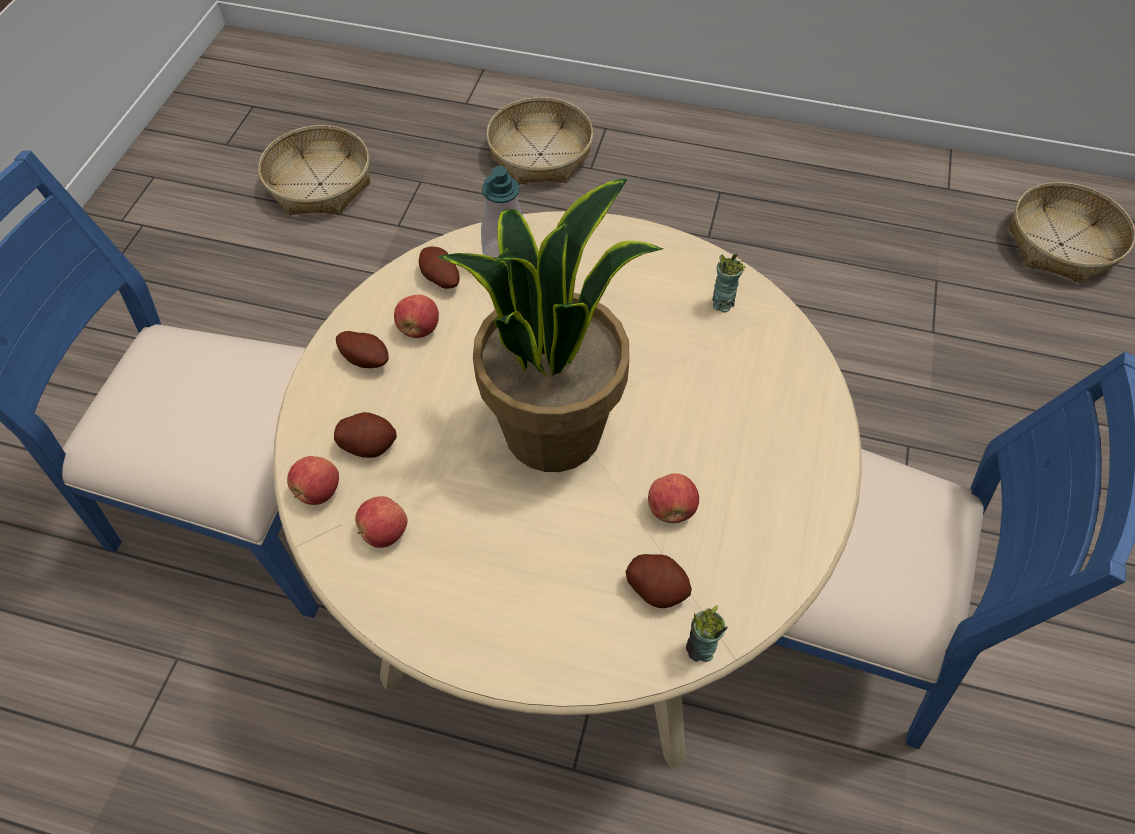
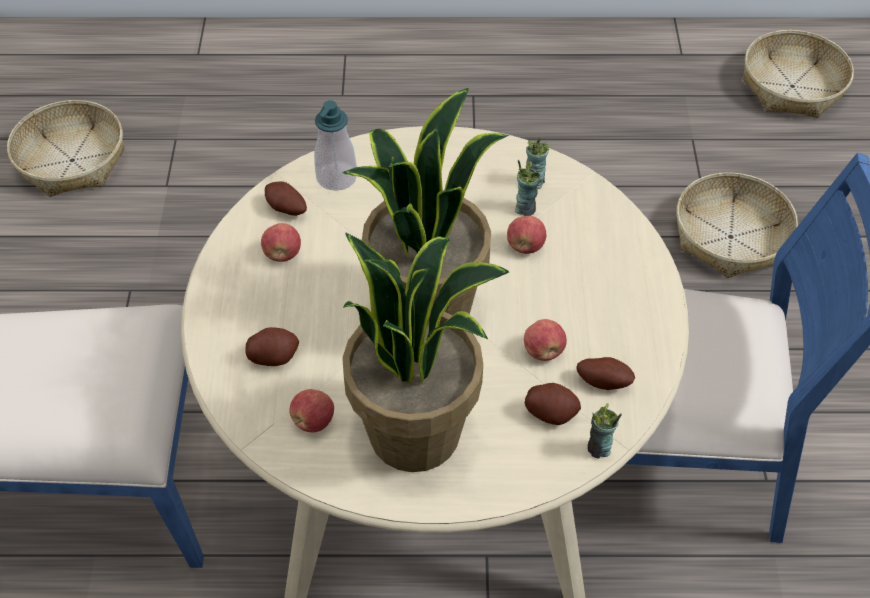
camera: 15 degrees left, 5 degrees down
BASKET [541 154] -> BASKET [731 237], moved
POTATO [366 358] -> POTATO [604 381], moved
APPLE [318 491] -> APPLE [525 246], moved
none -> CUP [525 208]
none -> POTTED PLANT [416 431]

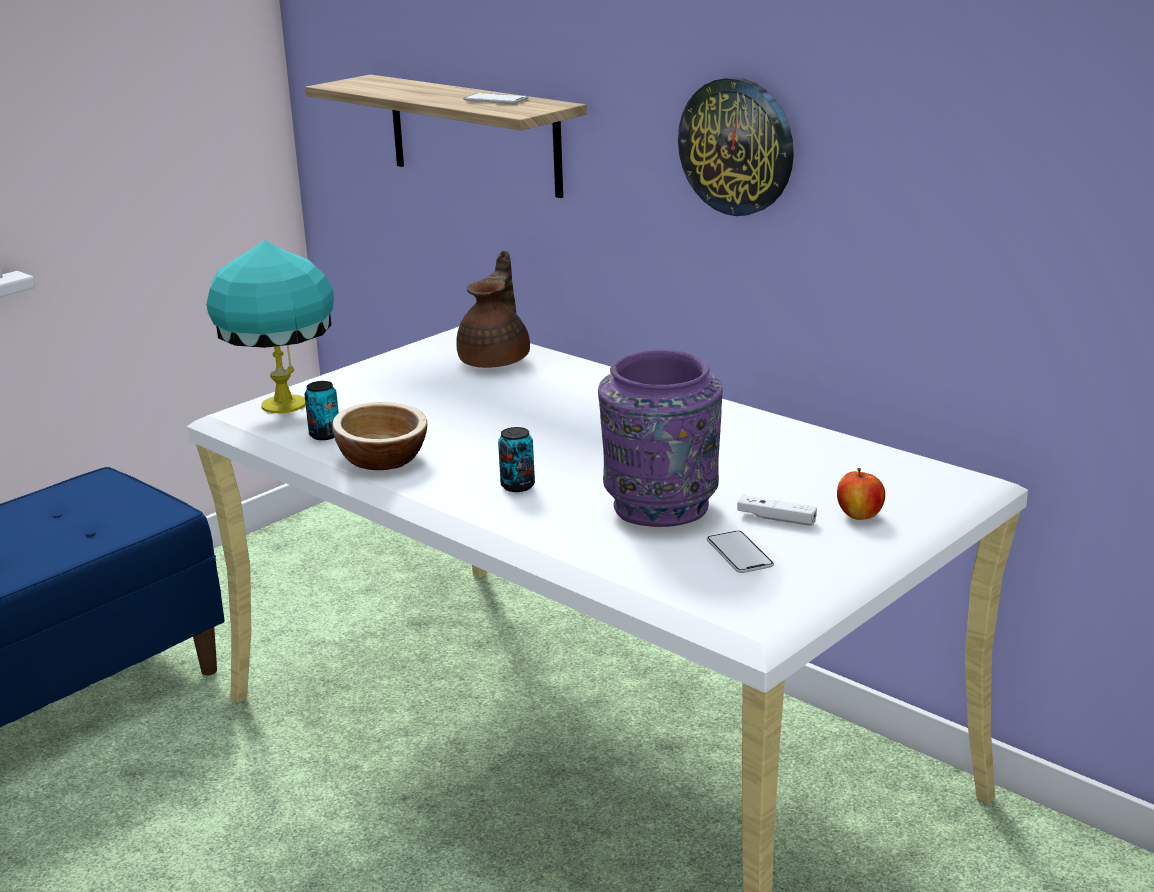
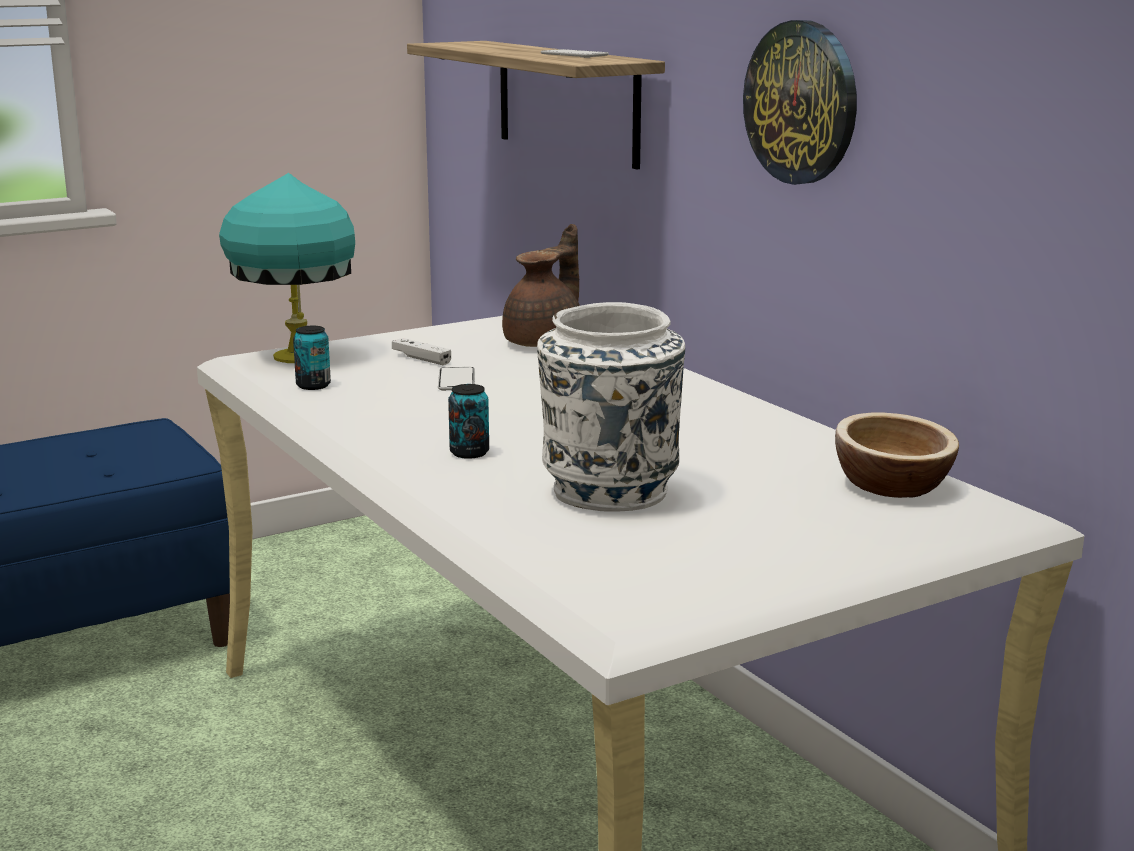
camera: 15 degrees right, 5 degrees down
PURPLE VASE [661 508] -> WHITE VASE [610 493]
BOWL [382 459] -> BOWL [892 485], moved
APPLE [860 515] -> none
WHITE GAME CONTROLLER [776 519] -> WHITE GAME CONTROLLER [421 359], moved
PHONE [739 553] -> PHONE [456 380], moved

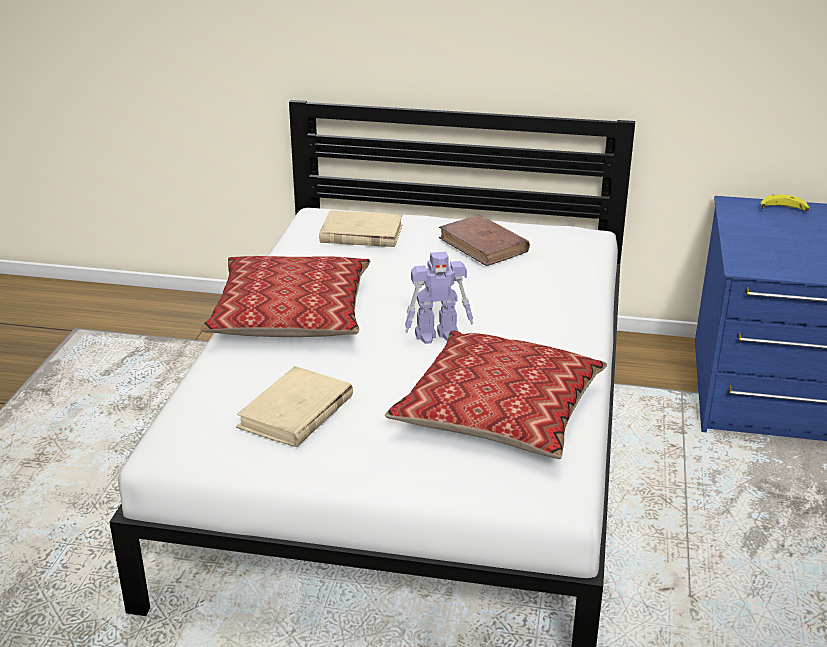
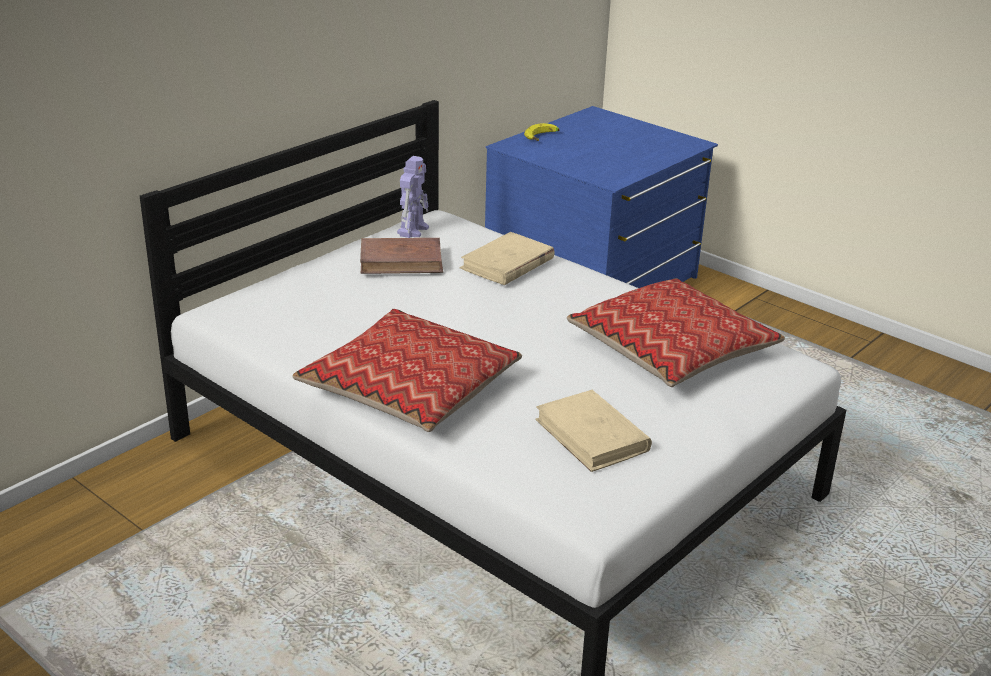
camera: 60 degrees left, 0 degrees up
BEIGE BOOK [361 234] -> BEIGE BOOK [507 264], moved
TOY ROBOT [438 335] -> TOY ROBOT [413 230], moved

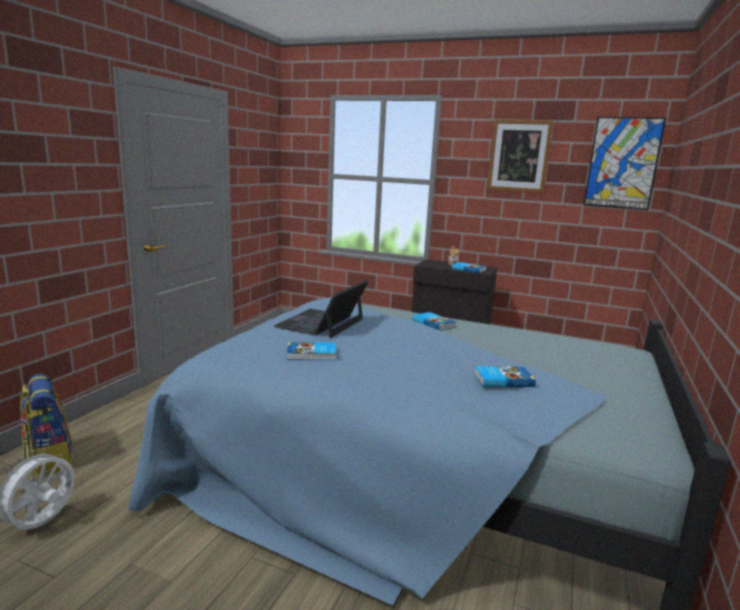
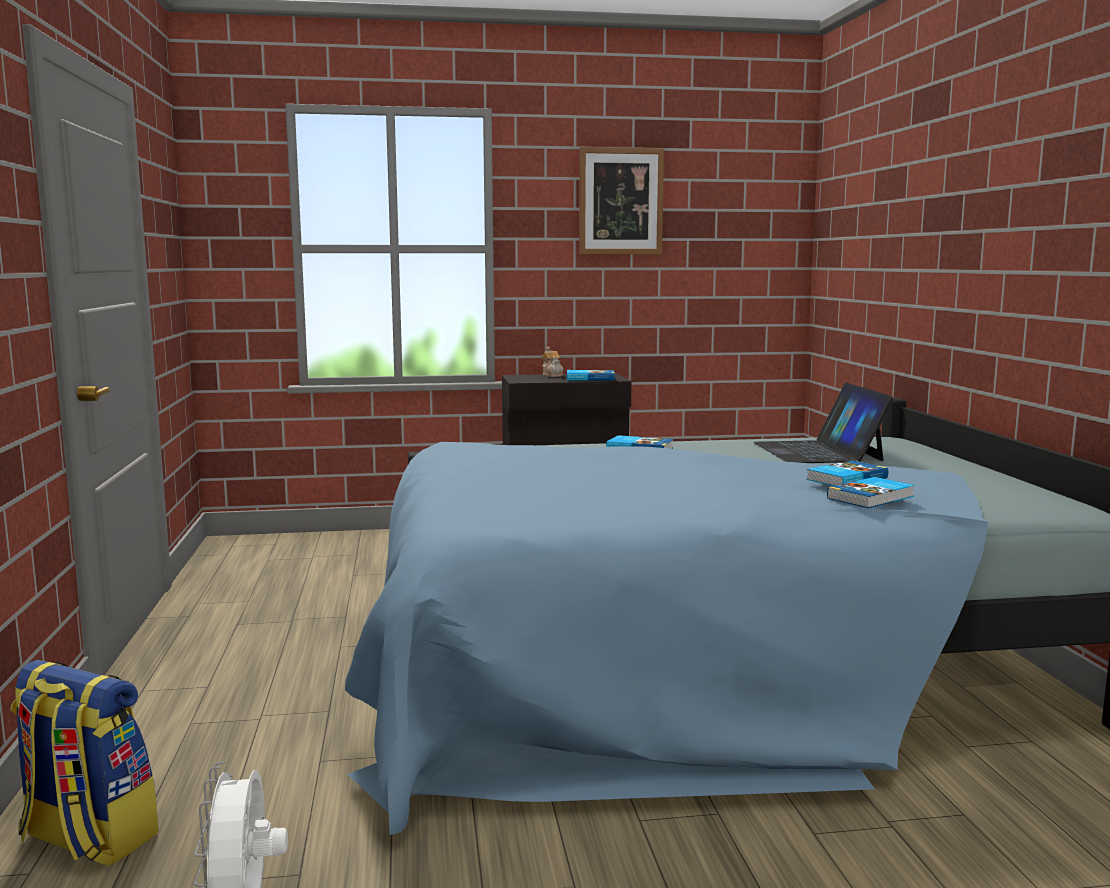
camera: 30 degrees left, 5 degrees down
PICTURE [622 163] -> none
LAPTOP [321 323] -> LAPTOP [818 452], moved
BOOK [312 354] -> BOOK [872 497], moved

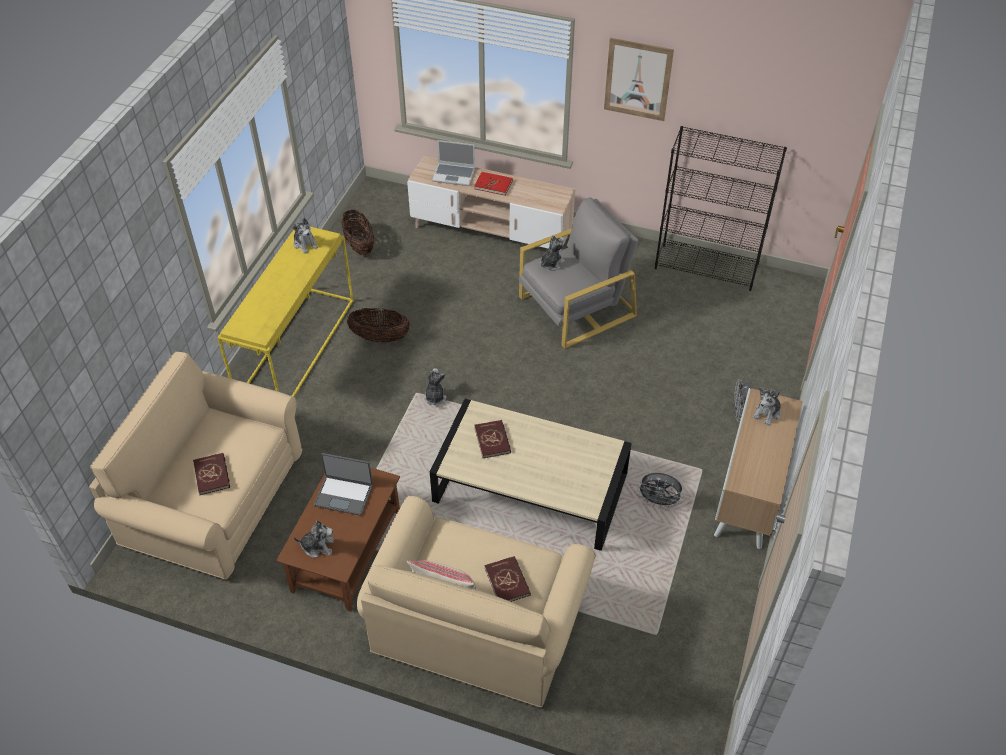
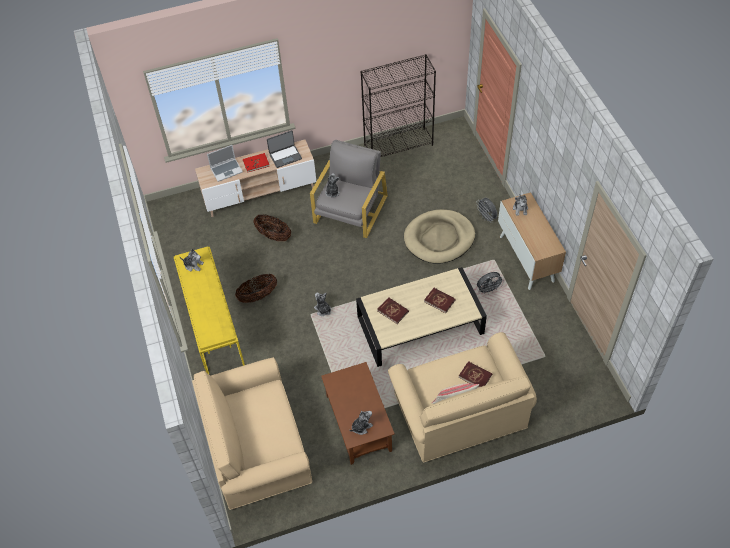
camera: 35 degrees left, 5 degrees up
PICTURE [637 79] -> none
BASKET [359 245] -> BASKET [273 236], moved
RED BOOK [212 475] -> RED BOOK [439 301], moved
LAPTOP [344 495] -> LAPTOP [285 156], moved
none -> BEIGE DOG BED [439 238]

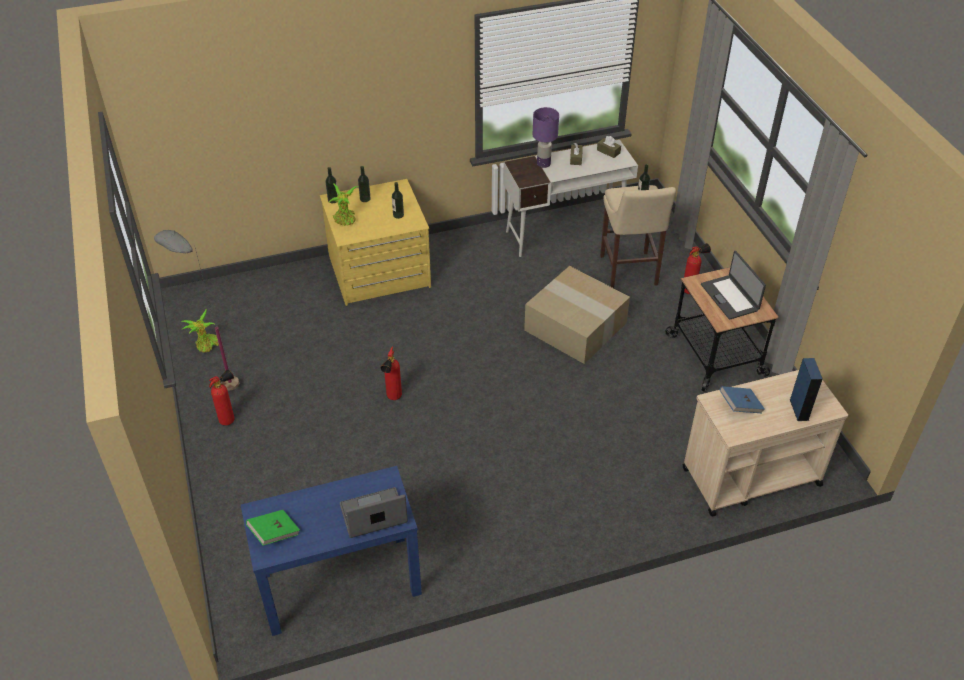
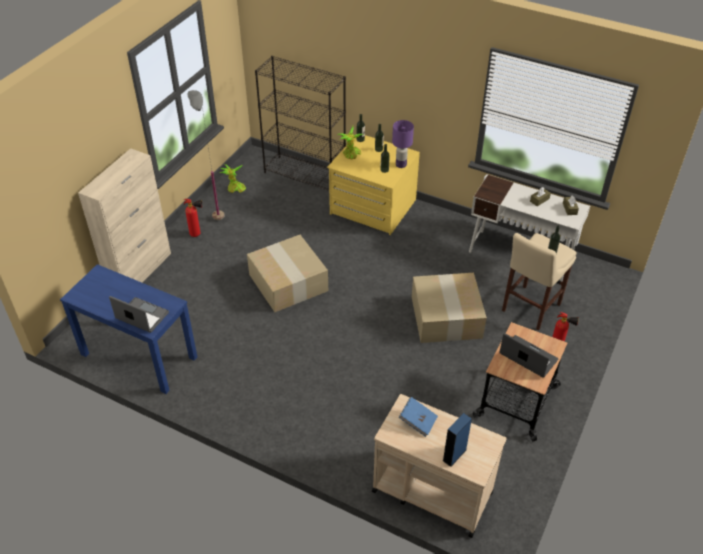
camera: 45 degrees right, 0 degrees up
PURPLE TABLE LAMP [543 163] -> PURPLE TABLE LAMP [401 164], moved
LAPTOP [730 297] -> LAPTOP [528 357], 105 degrees clockwise
FIRE EXTINGUISHER [393 399] -> CARDBOARD BOX [287 282]
GREEN BOOK [274 533] -> none
none -> BLACK BOOKCASE [305 175]
none -> BEIGE CABINET [140 271]

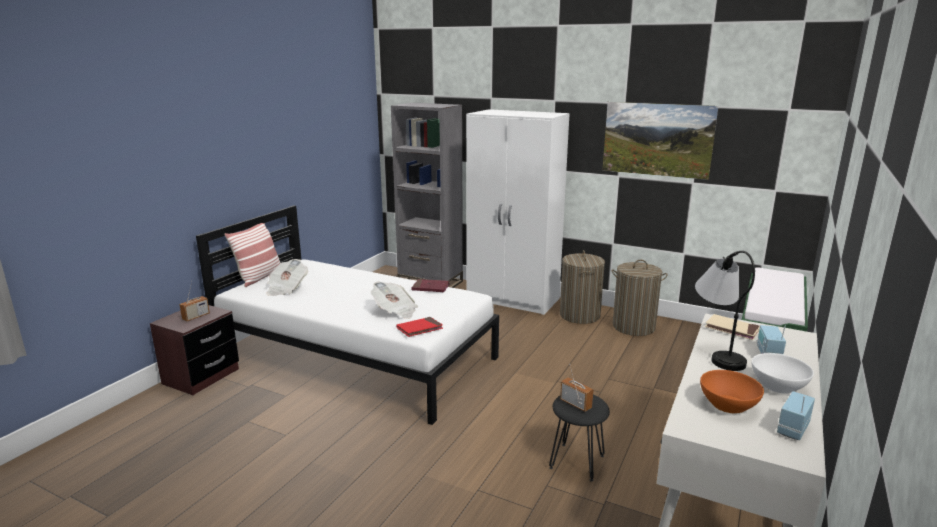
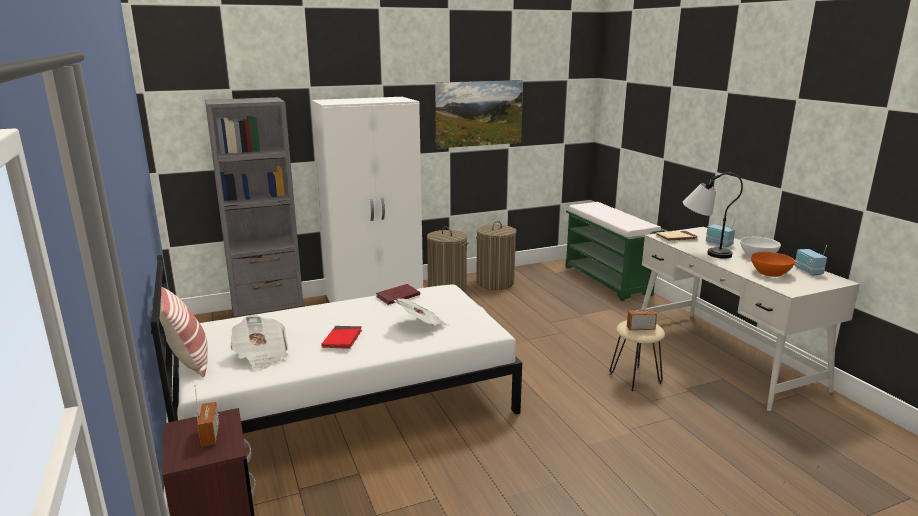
camera: 50 degrees left, 0 degrees up
RED BOOK [419 329] -> RED BOOK [342 339], moved
BLACK STOOL [577 461] -> BEIGE STOOL [635 378]

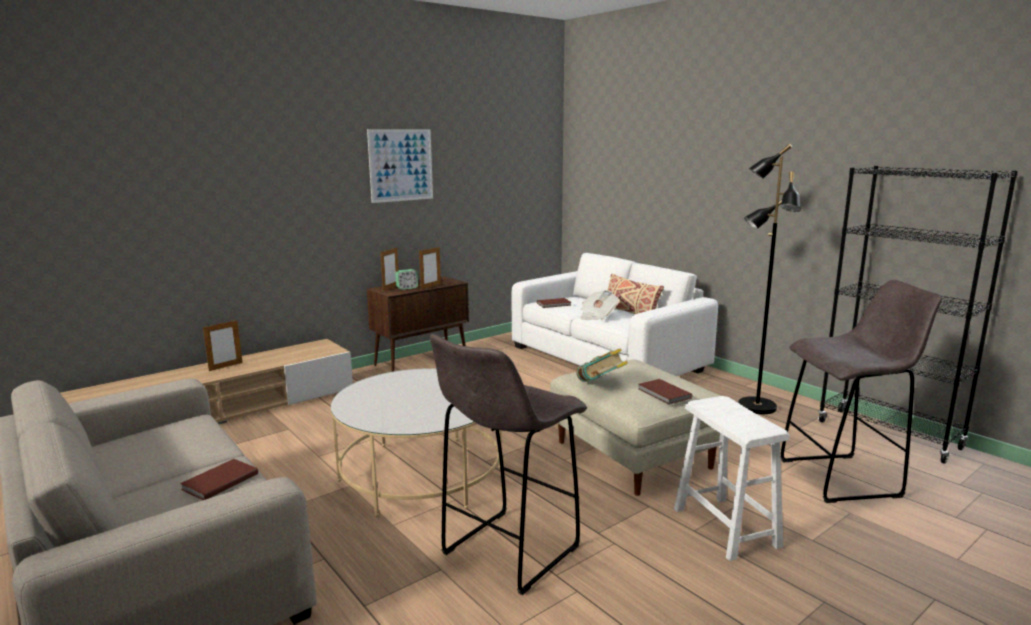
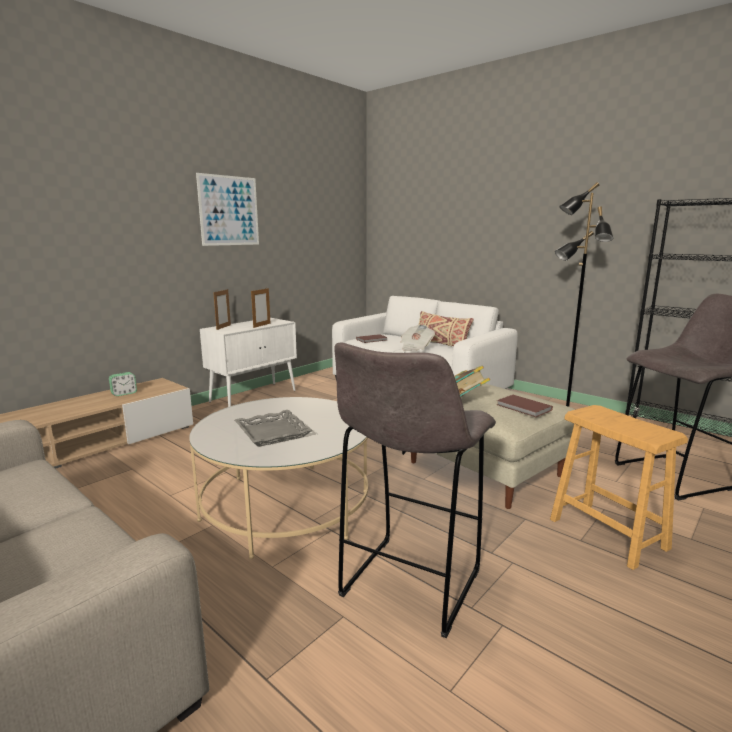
camera: 10 degrees left, 0 degrees up
ALARM CLOCK [407 288] -> ALARM CLOCK [124 393], moved
BROWN CABINET [422 361] -> WHITE CABINET [254 396]
PICTURE FRAME [225 366] -> none
WHITE STOOL [726 527] -> BROWN STOOL [607 533]
BROWN BOOK [218 481] -> none
none -> GREY TRAY [272 433]

